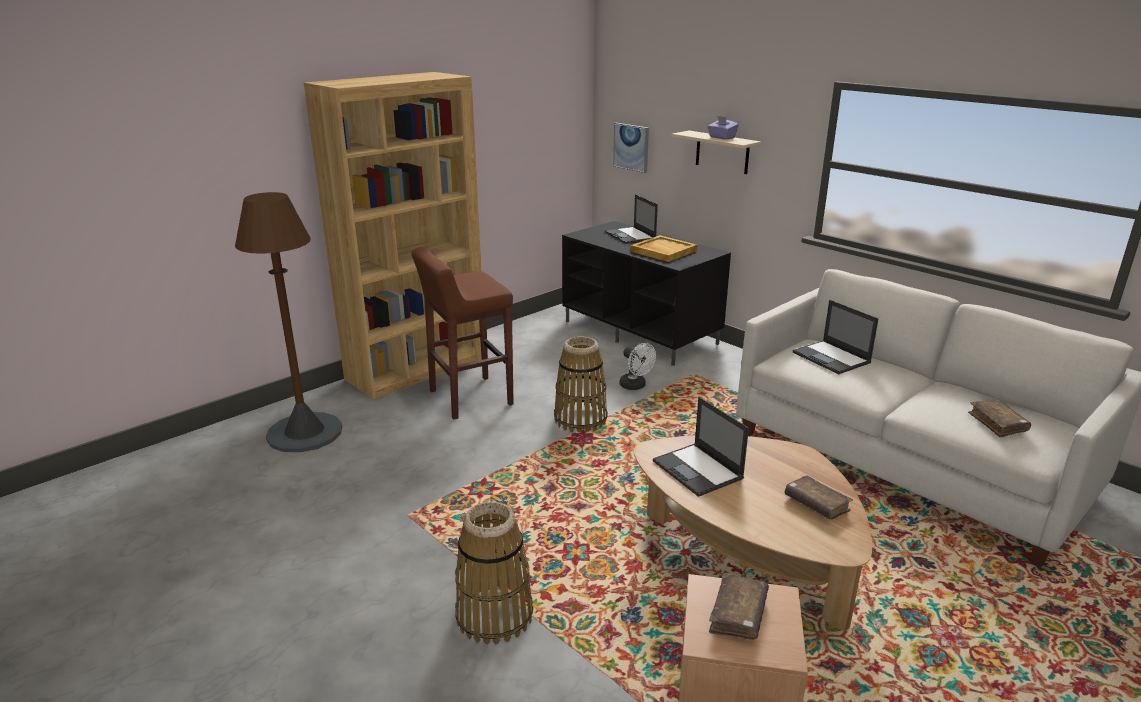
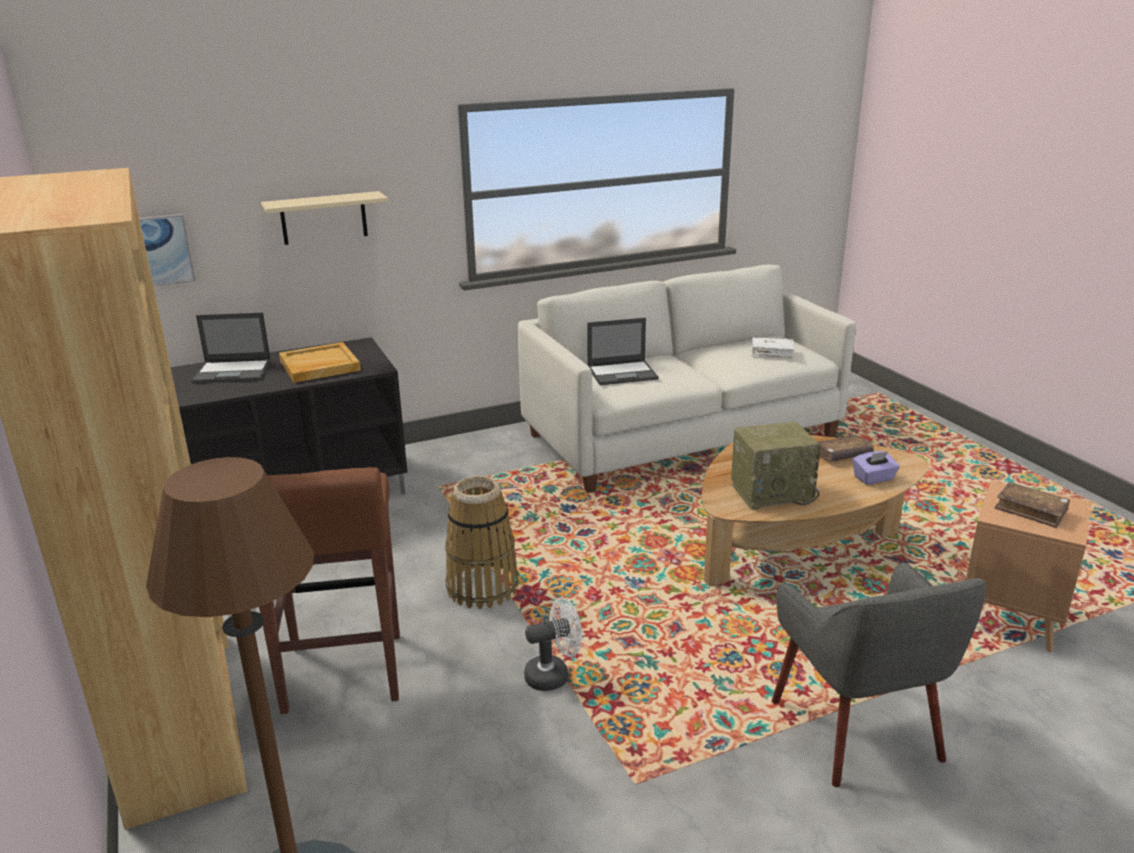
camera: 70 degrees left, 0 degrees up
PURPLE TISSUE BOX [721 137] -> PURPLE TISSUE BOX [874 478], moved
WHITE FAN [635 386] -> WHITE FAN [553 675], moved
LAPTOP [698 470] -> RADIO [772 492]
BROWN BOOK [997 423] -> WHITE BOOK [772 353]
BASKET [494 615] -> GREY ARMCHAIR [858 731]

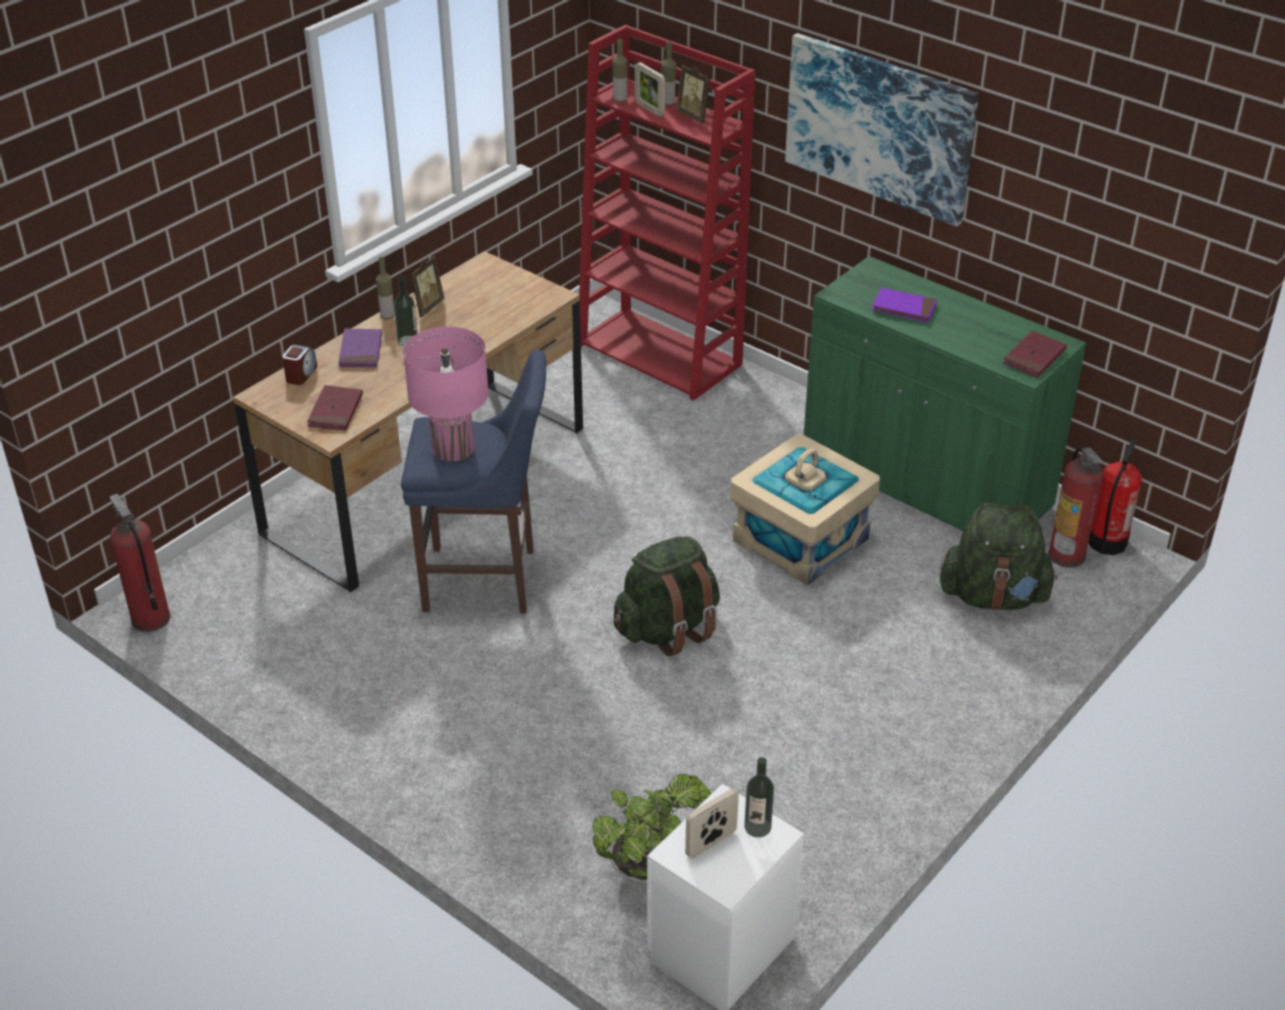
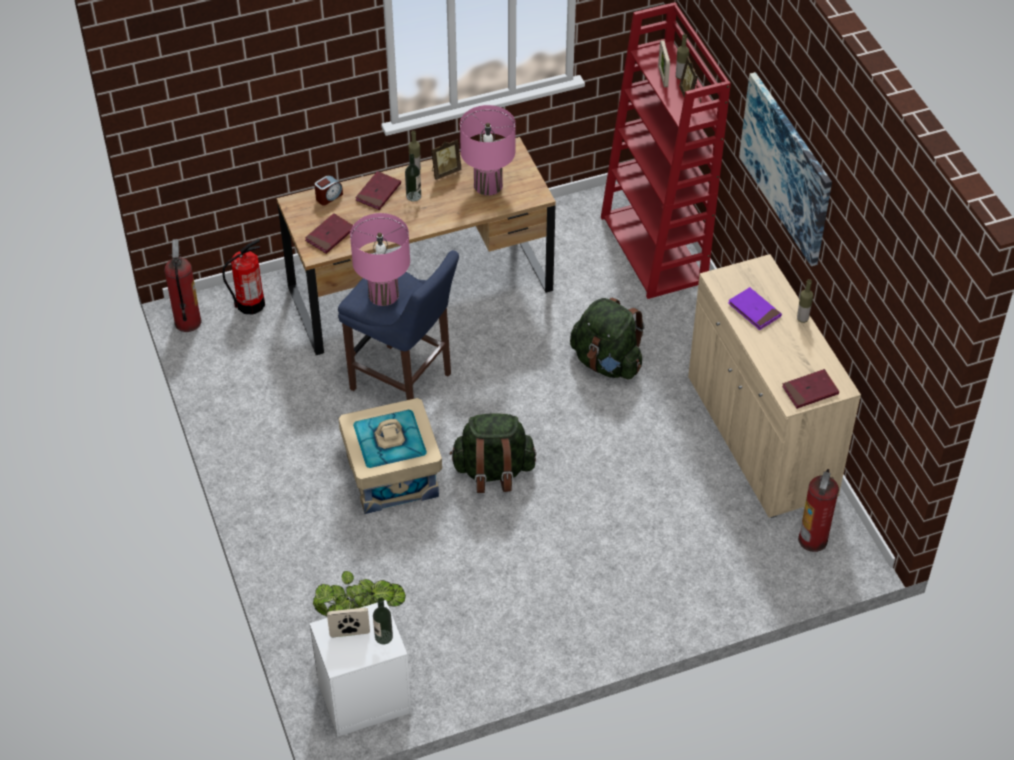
camera: 30 degrees right, 10 degrees up
BOTTLE [620 100] -> BOTTLE [802 319], moved
GREEN CABINET [925 482] -> BEIGE CABINET [760 437]
PURPLE BOOK [361 351] -> RED BOOK [378 192]
BEIGE STORAGE BOX [800 539] -> BEIGE STORAGE BOX [392 475], moved
FIRE EXTINGUISHER [1106 542] -> FIRE EXTINGUISHER [250 304], moved
GREEN BACKPACK [993 596] -> GREEN BACKPACK [607 362], moved
none -> PINK TABLE LAMP [488 185]

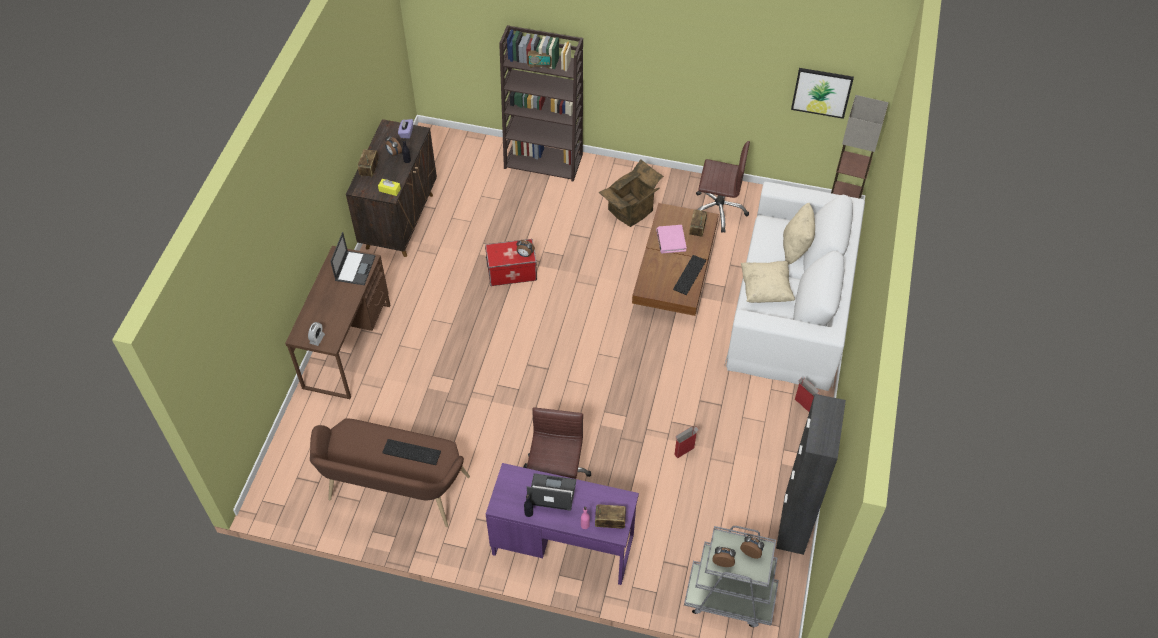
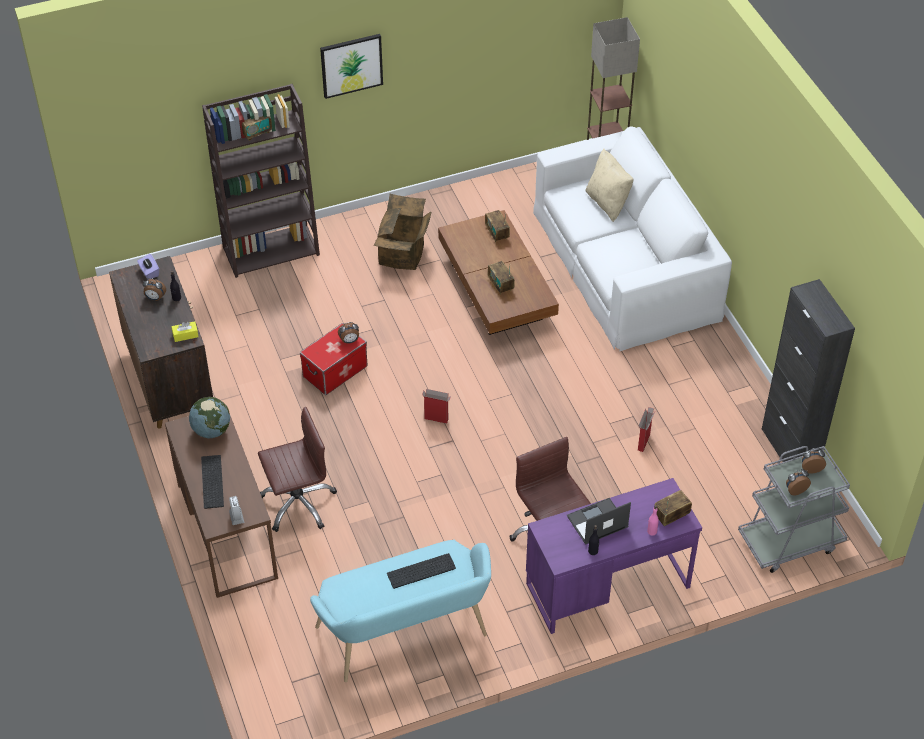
camera: 35 degrees left, 5 degrees down
PICTURE [822 92] -> PICTURE [351 65], moved
BROWN OFFICE CHAIR [718 210] -> BROWN OFFICE CHAIR [298 503], moved
RADIO [369 169] -> RADIO [500 285], moved
PINK BOOK [671 240] -> none
LAPTOP [355 268] -> GLOBE [211 430]
KEYBOARD [689 274] -> KEYBOARD [211 481], moved
BEIGE PILLOW [765 290] -> none
CARDBOARD BOX [804 404] -> CARDBOARD BOX [437 419], moved
BROWN BENCH [394 493] -> TURQUOISE BENCH [406 636]

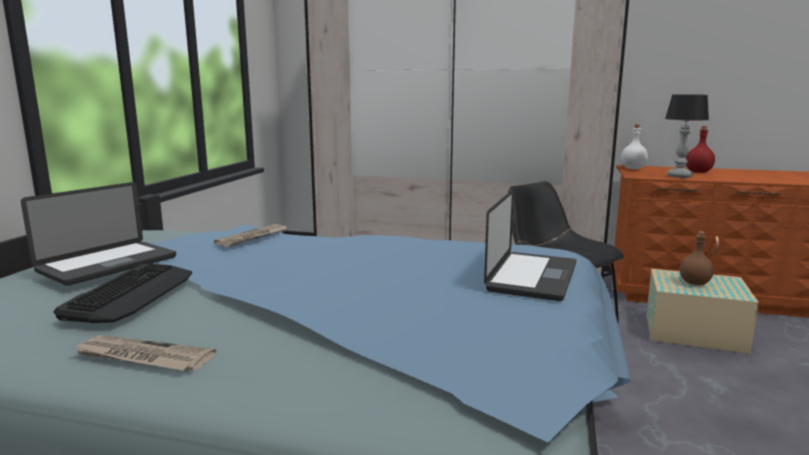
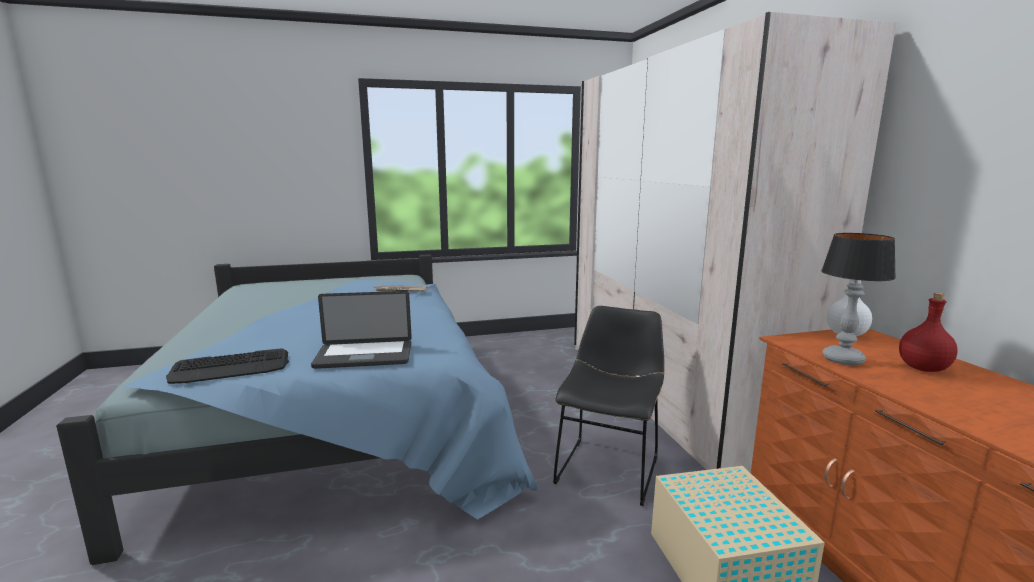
camera: 60 degrees right, 0 degrees up
LAPTOP [108 264] -> none
BROWN BOTTLE [694 283] -> none
KEYBOARD [131 293] -> KEYBOARD [231 368], moved
NEWSPAPER [142 357] -> none

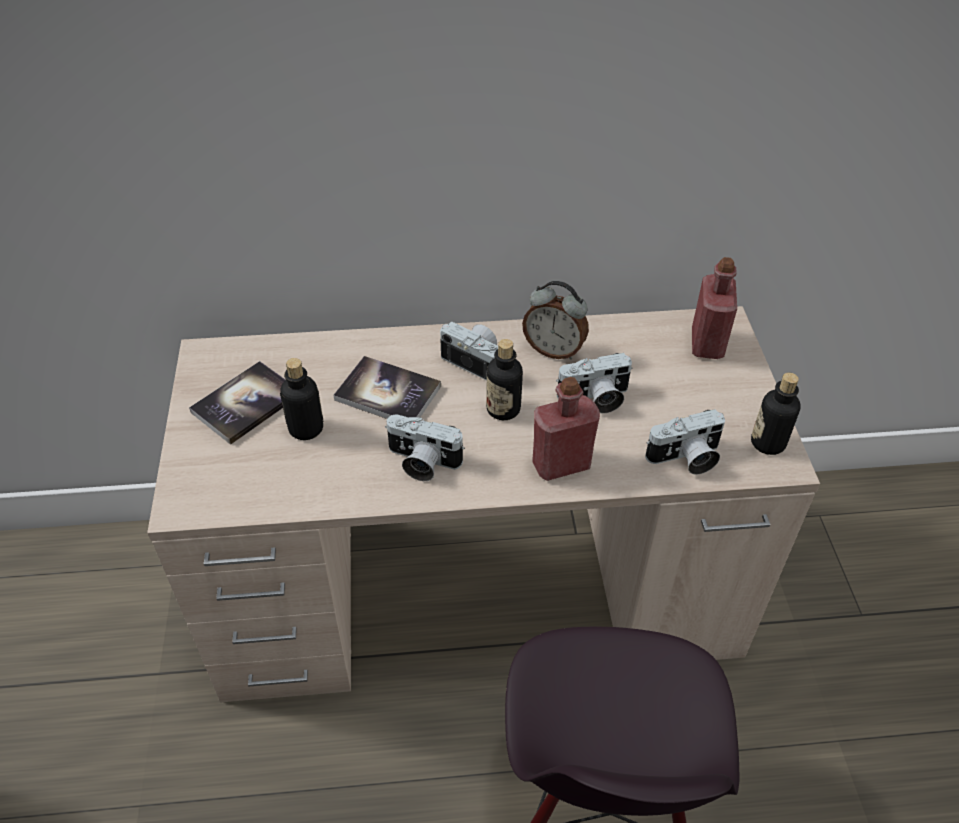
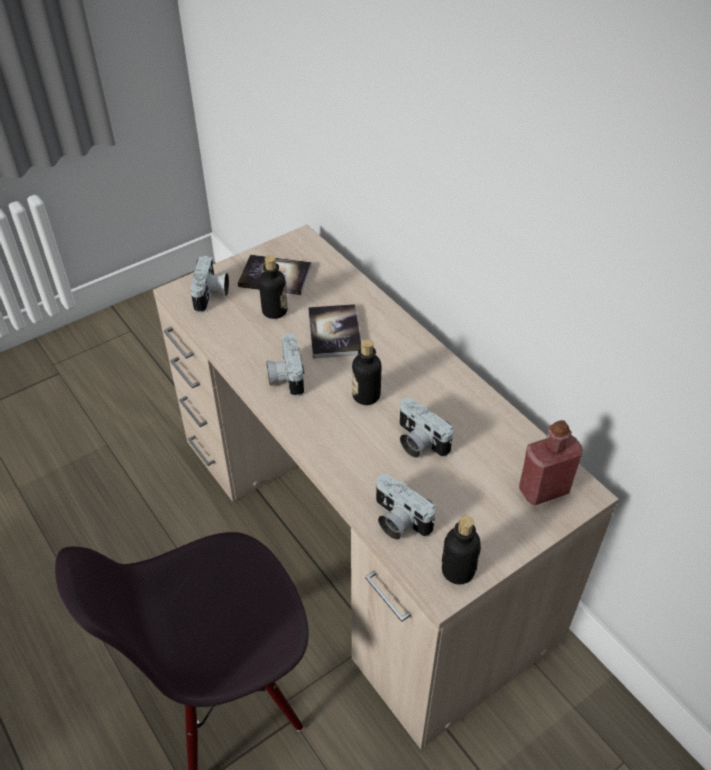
camera: 60 degrees right, 0 degrees up
ALARM CLOCK [554 350] -> none
PHOTO CAMERA [477 361] -> PHOTO CAMERA [211 295], moved
RED BOTTLE [561 464] -> none

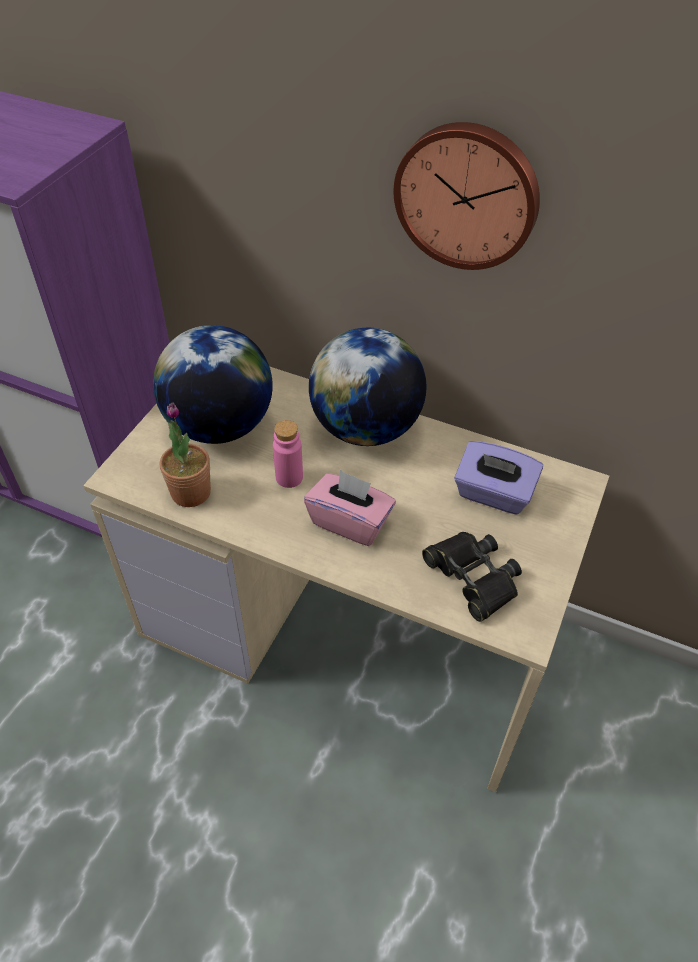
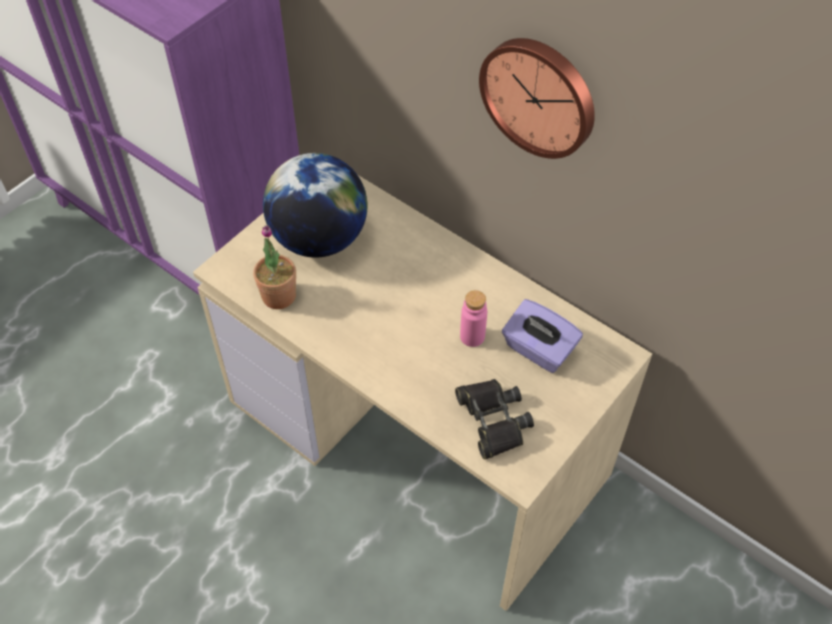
camera: 15 degrees right, 5 degrees up
GLOBE [365 428] -> none
PINK BOTTLE [289 477] -> PINK BOTTLE [472 336], moved
PINK TISSUE BOX [350 522] -> none

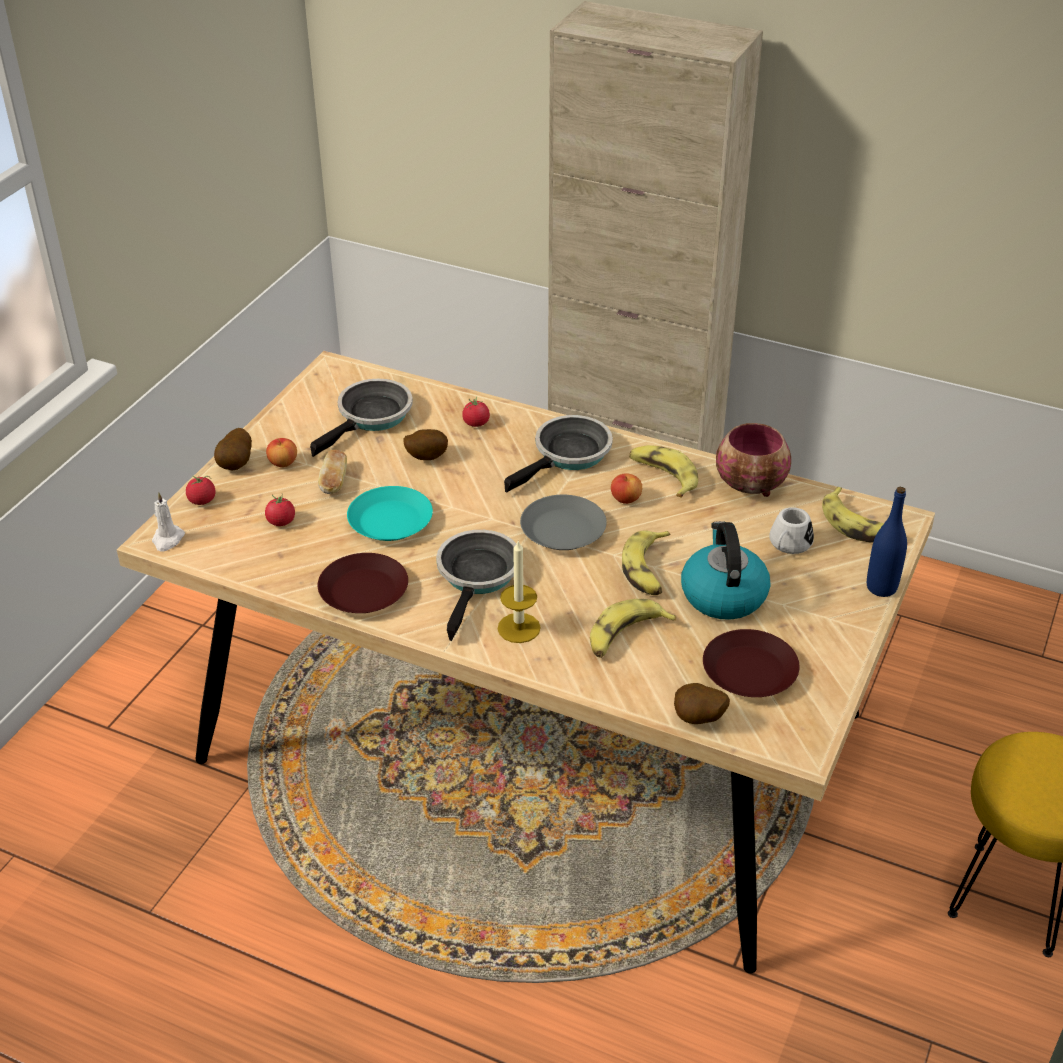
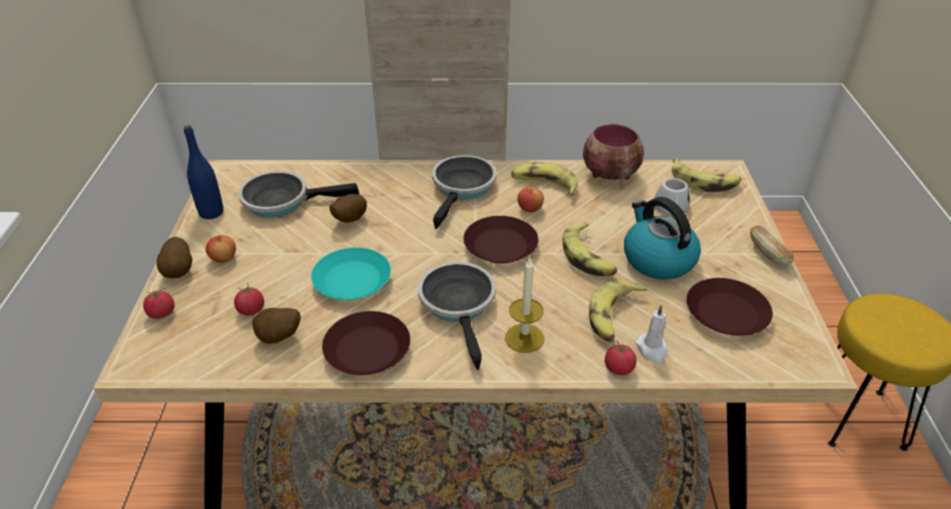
camera: 25 degrees left, 0 degrees up
FRYING PAN [371 417] -> FRYING PAN [282 200], 105 degrees counterclockwise
TOMATO [476 423] -> TOMATO [618 368], moved
BREAD [334 482] -> BREAD [768 254], moved
BLUE BOTTLE [881 587] -> BLUE BOTTLE [211 212], moved
WHITE CANDLE [167 540] -> WHITE CANDLE [652 349], moved
GREY PLATE [562 530] -> BROWN PLATE [500 246]
POTATO [698 720] -> POTATO [279 338], moved

